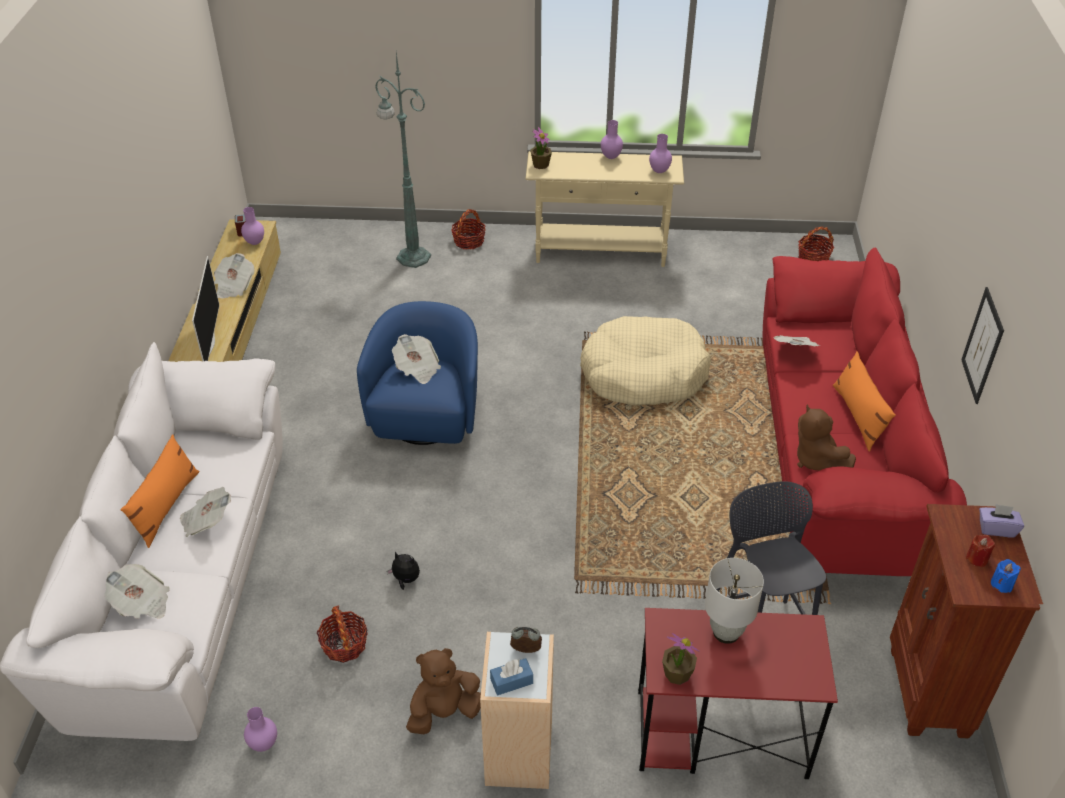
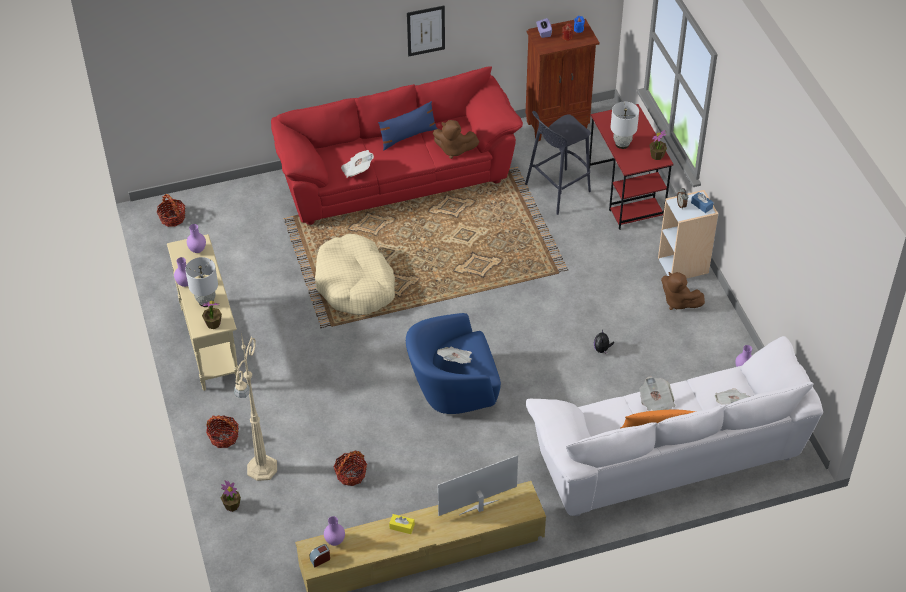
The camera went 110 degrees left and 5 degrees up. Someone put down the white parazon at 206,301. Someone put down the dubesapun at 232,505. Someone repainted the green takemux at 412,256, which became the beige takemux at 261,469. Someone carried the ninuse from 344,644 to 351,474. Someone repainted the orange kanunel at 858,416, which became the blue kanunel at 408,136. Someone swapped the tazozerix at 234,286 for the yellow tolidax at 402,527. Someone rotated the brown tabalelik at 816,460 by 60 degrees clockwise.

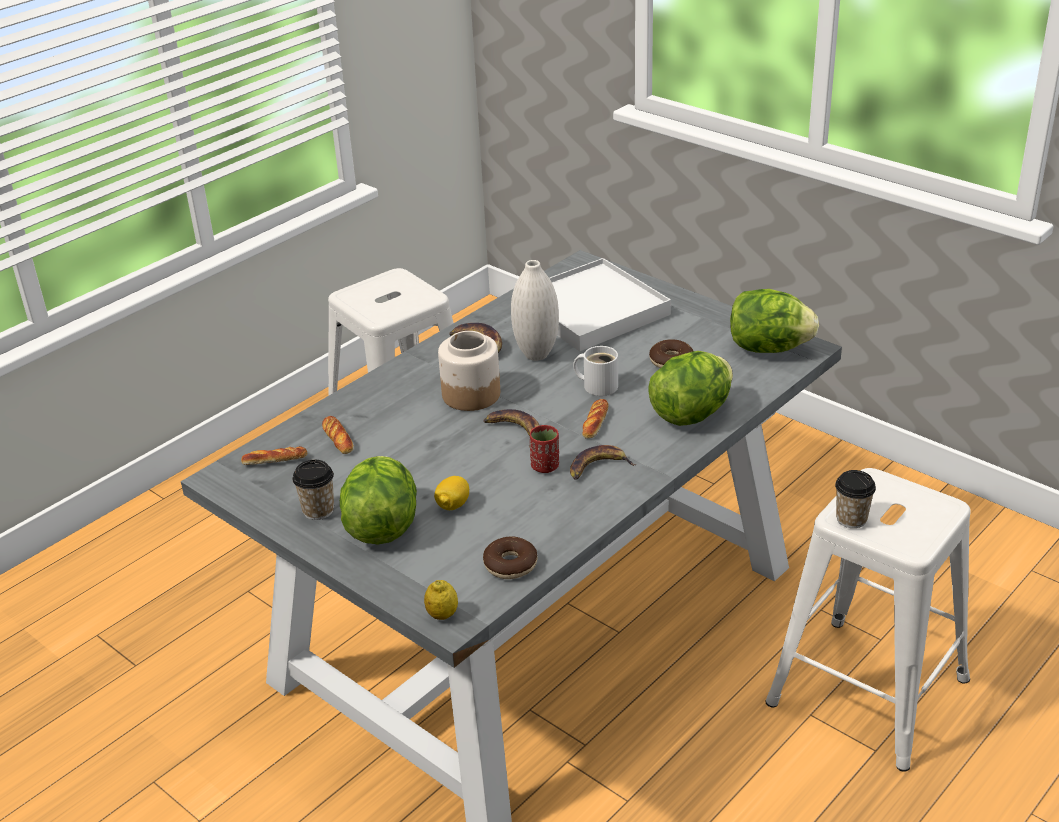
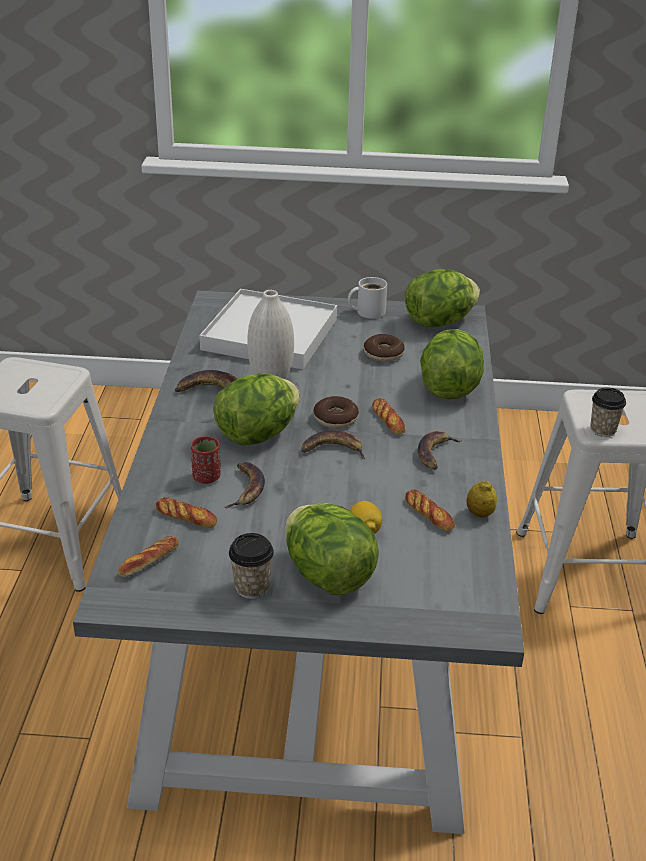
The camera went 40 degrees left and 0 degrees up. Someone carried the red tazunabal from 545,466 to 206,477. Someone swapped the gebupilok at 470,394 for the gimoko at 257,434. Someone put down the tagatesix at 245,488. Someone carried the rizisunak from 510,565 to 335,419. Someone carried the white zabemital from 598,385 to 368,311. Someone put down the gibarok at 429,514. Someone carried the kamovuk from 442,615 to 479,513.

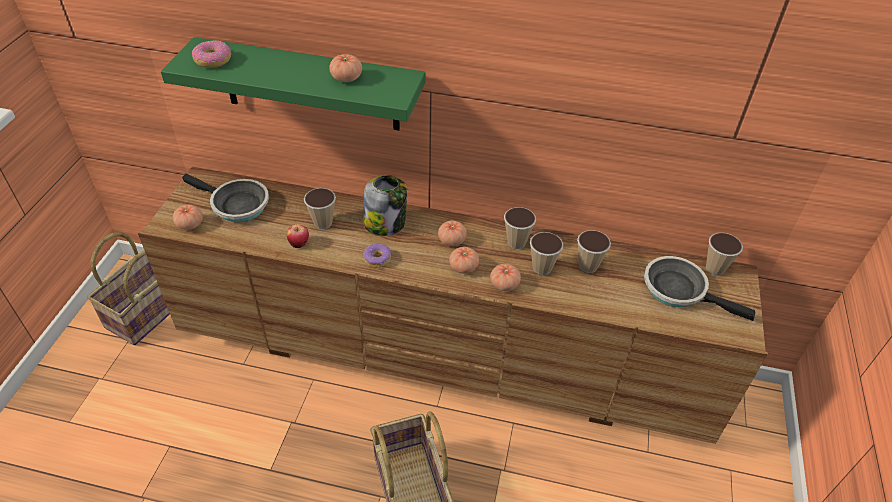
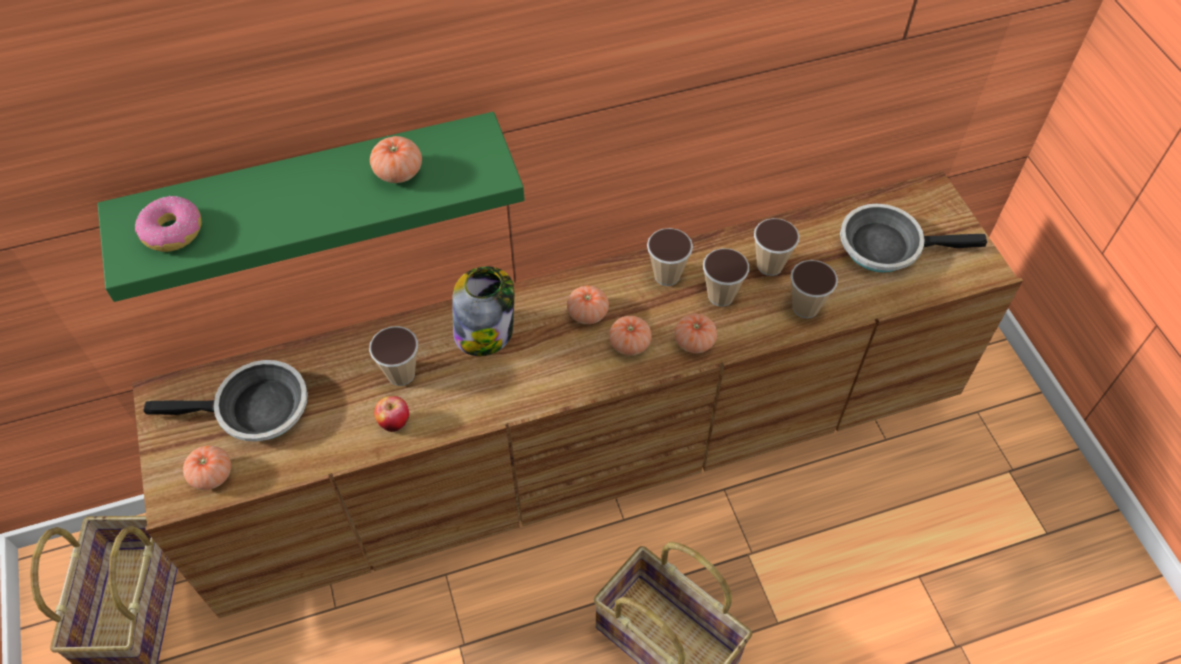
The camera went 30 degrees left and 10 degrees up. Someone carried the tazunabal from 715,268 to 805,307. Someone took away the rizisunak at 377,259.

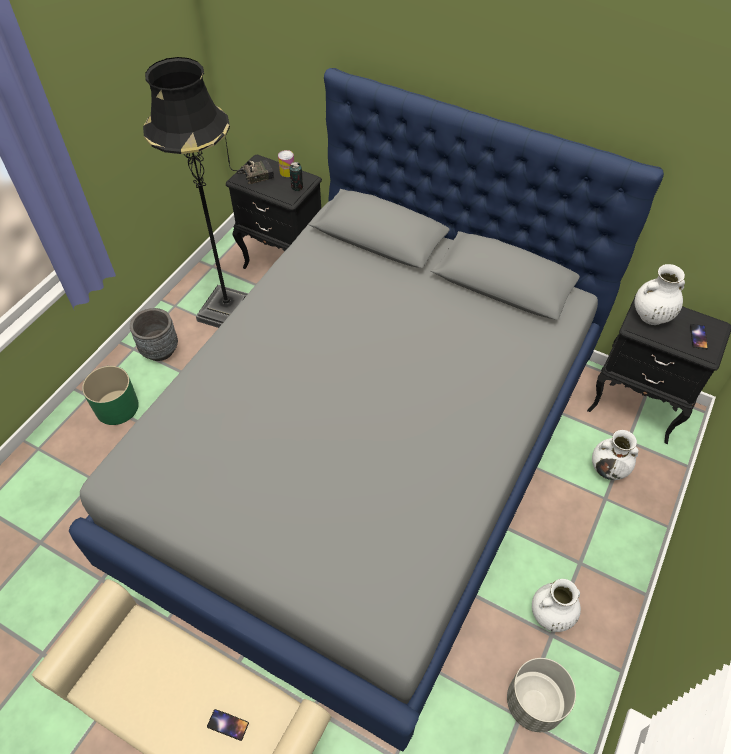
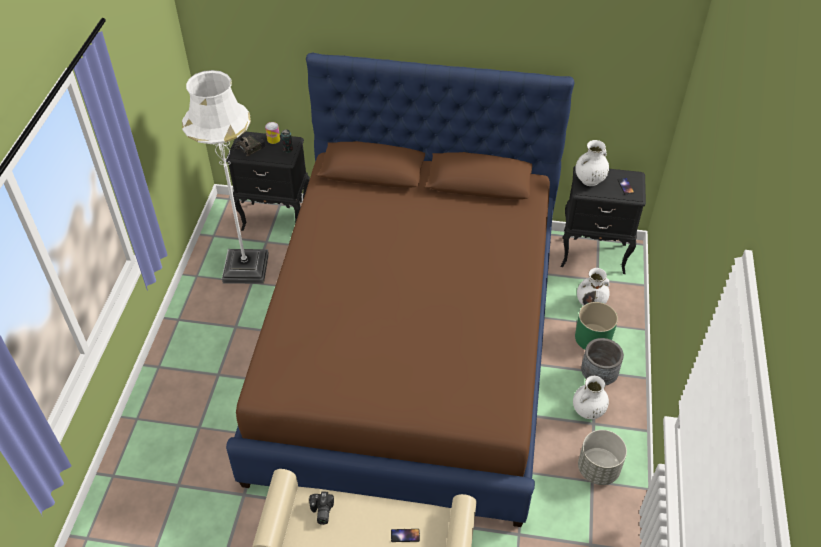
The camera went 20 degrees left and 5 degrees down. Someone repainted the black takemux at 228,311, which became the white takemux at 246,268. Someone repainted the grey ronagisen at 366,457, which became the brown ronagisen at 410,346. Someone put down the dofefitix at 321,512. Someone carried the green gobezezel from 117,407 to 592,338. Someone carried the grey gobezezel from 160,350 to 598,376.

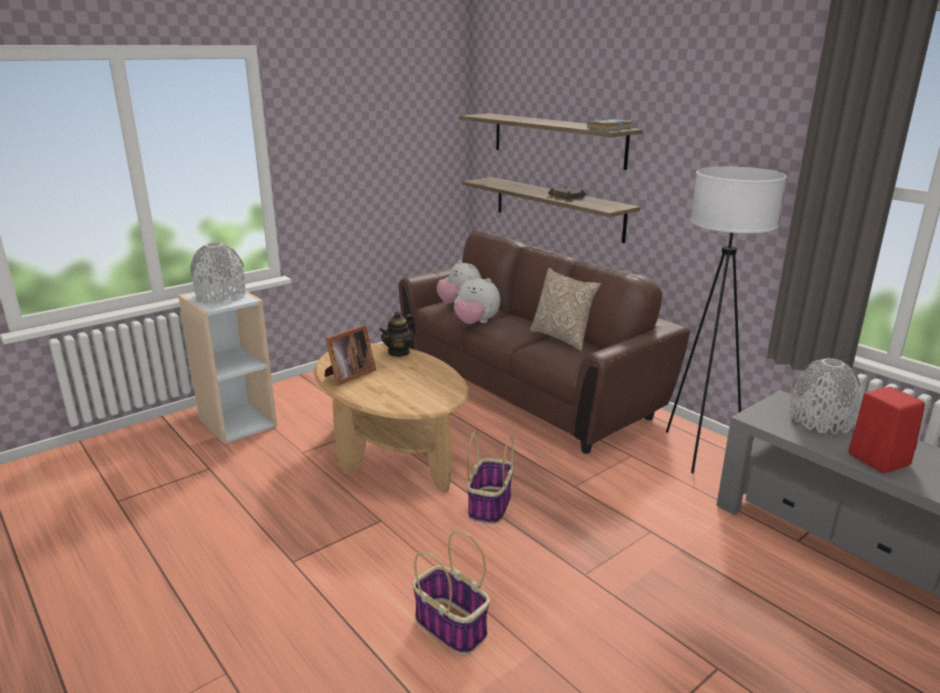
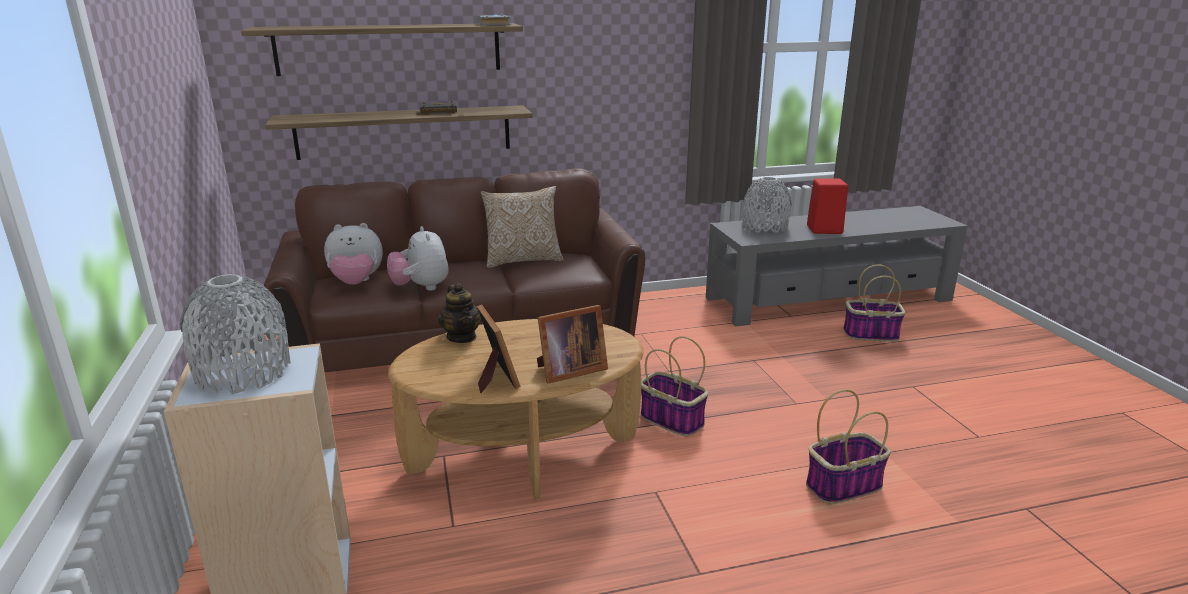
The camera went 65 degrees left and 0 degrees up. Someone rotated the tabalelik at 476,323 by 105 degrees clockwise. Someone put down the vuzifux at 568,371. Someone put down the ninuse at 870,334. Someone took away the white takemux at 699,450.

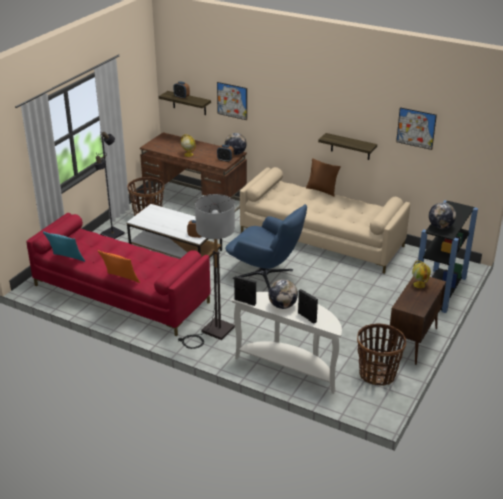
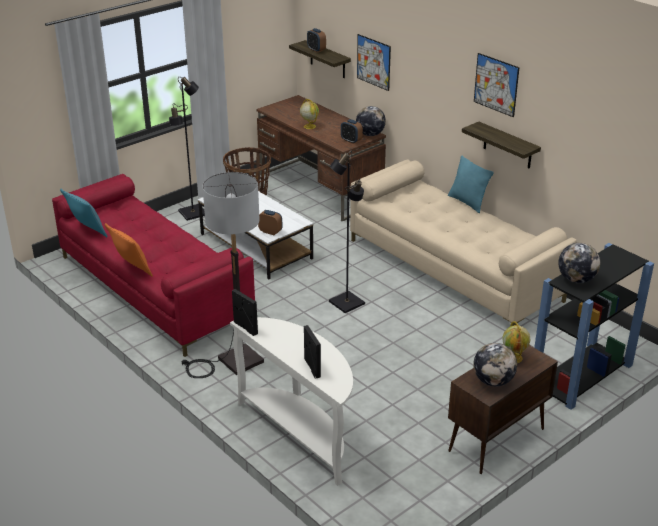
The camera went 20 degrees right and 0 degrees up. Someone swapped the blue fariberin at 265,275 for the black takemux at 347,303. Someone repainted the brown kanunel at 322,190, which became the turquoise kanunel at 467,202. Someone carried the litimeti from 282,305 to 493,381. Someone carried the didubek from 416,128 to 496,84. Someone took away the ninuse at 377,374.

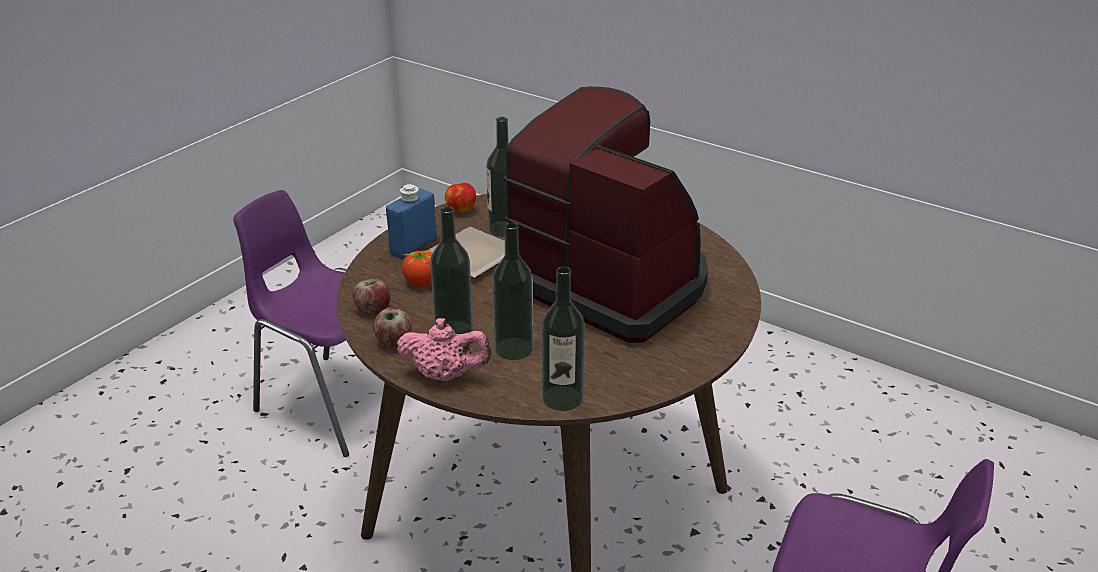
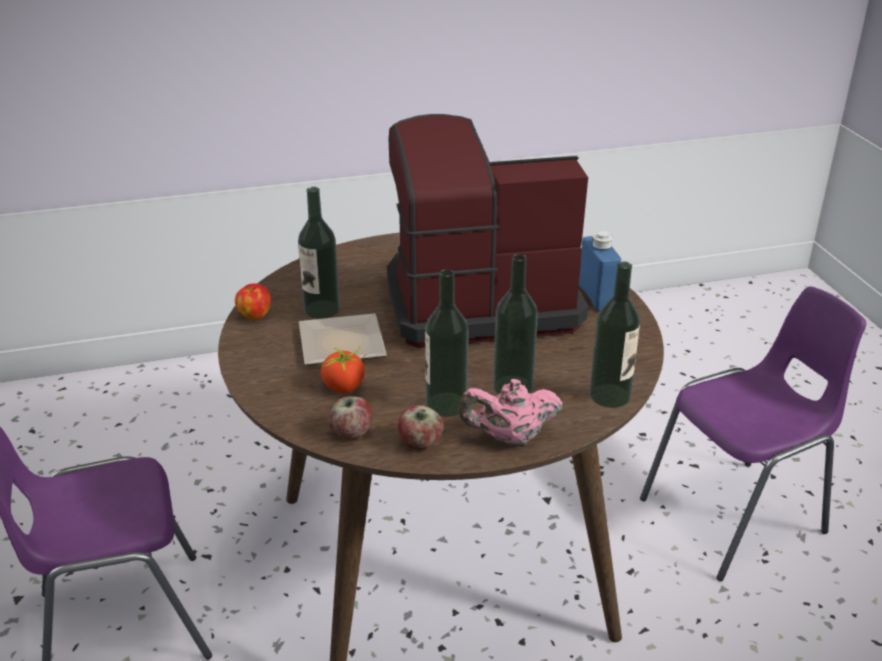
The camera went 50 degrees left and 0 degrees up. Someone rotated the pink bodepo at 446,375 by 150 degrees counterclockwise. Someone carried the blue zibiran from 413,247 to 596,297.

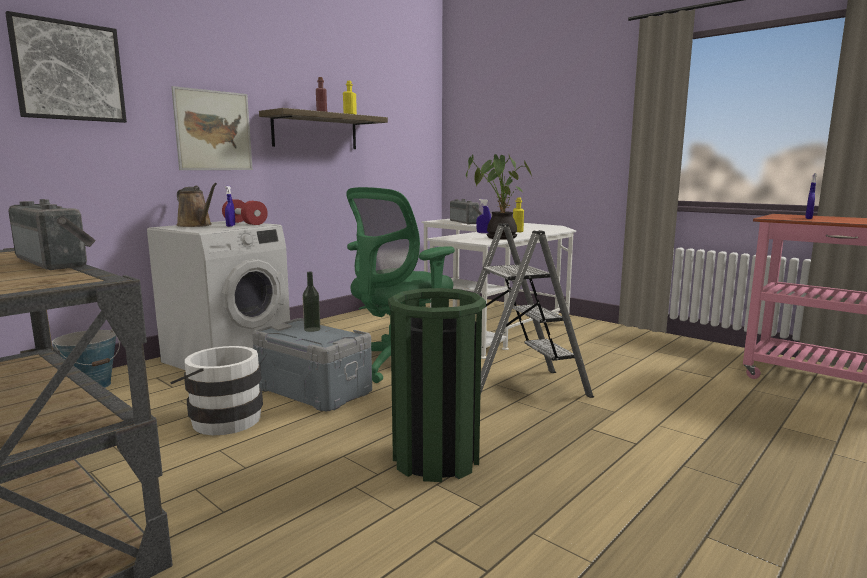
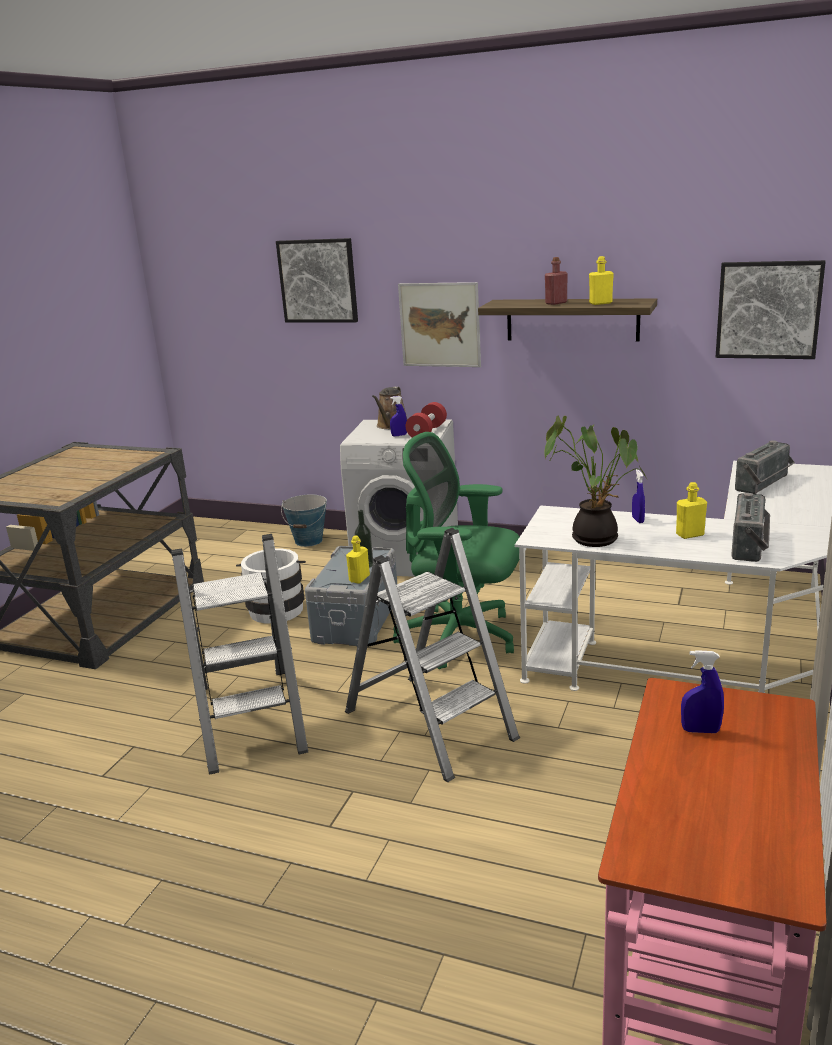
The camera went 70 degrees right and 10 degrees up. Someone swapped the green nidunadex at 436,458 for the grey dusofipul at 250,716. Someone put down the yellow zibiran at 359,579. Someone put up the didubek at 768,310. Someone carried the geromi from 58,261 to 752,546.

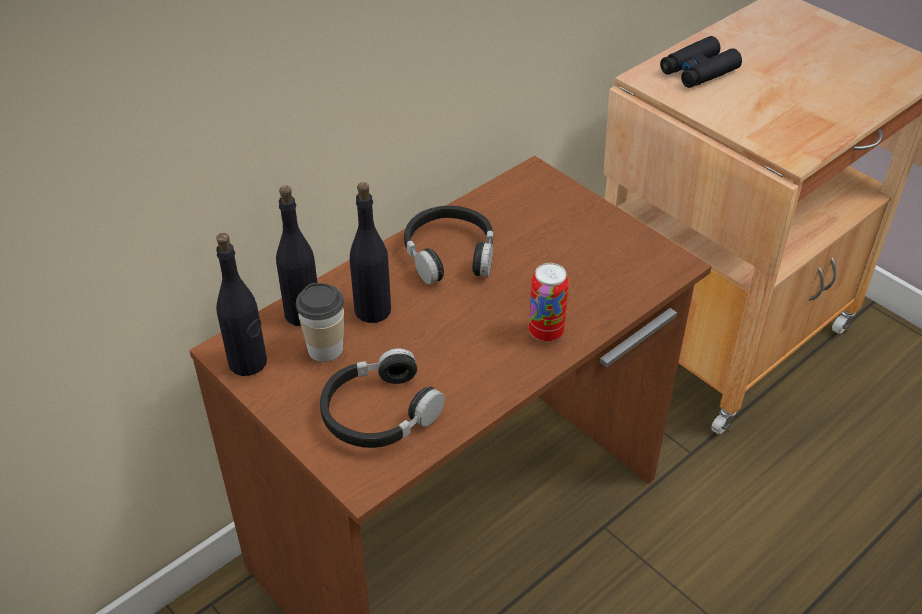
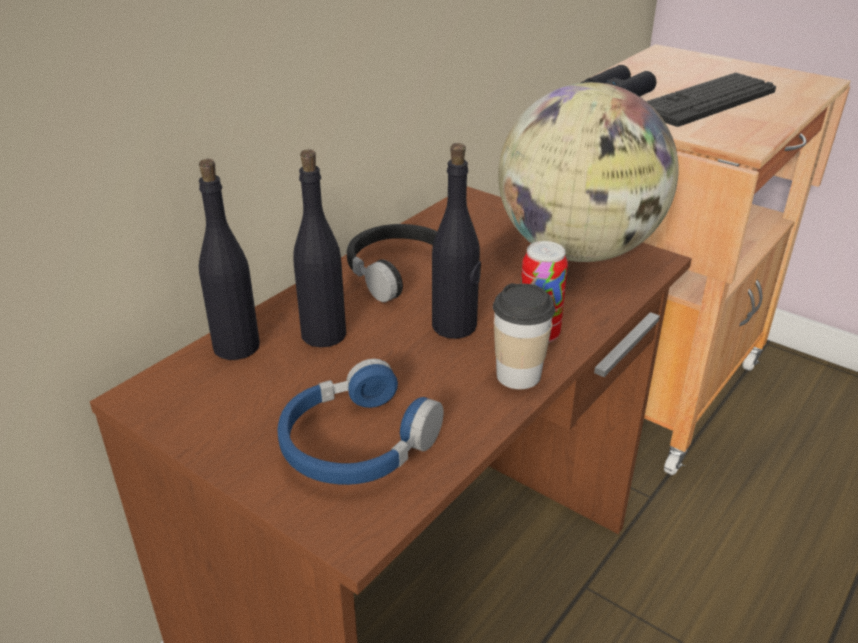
The camera went 10 degrees left and 10 degrees down. Someone repainted the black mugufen at 379,413, which became the blue mugufen at 357,443. Someone carried the black zibiran from 248,362 to 455,326. Someone carried the tazunabal from 325,349 to 518,375. Someone put down the litimeti at 578,251. Someone put down the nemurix at 707,101.

